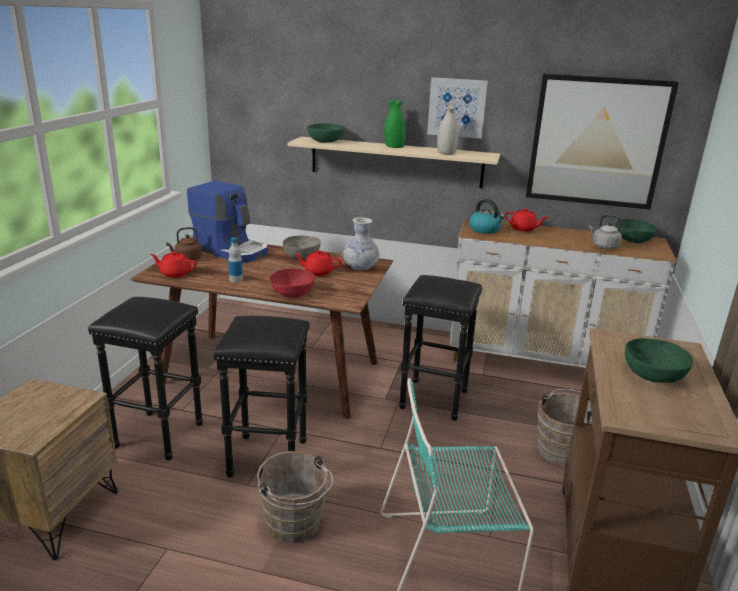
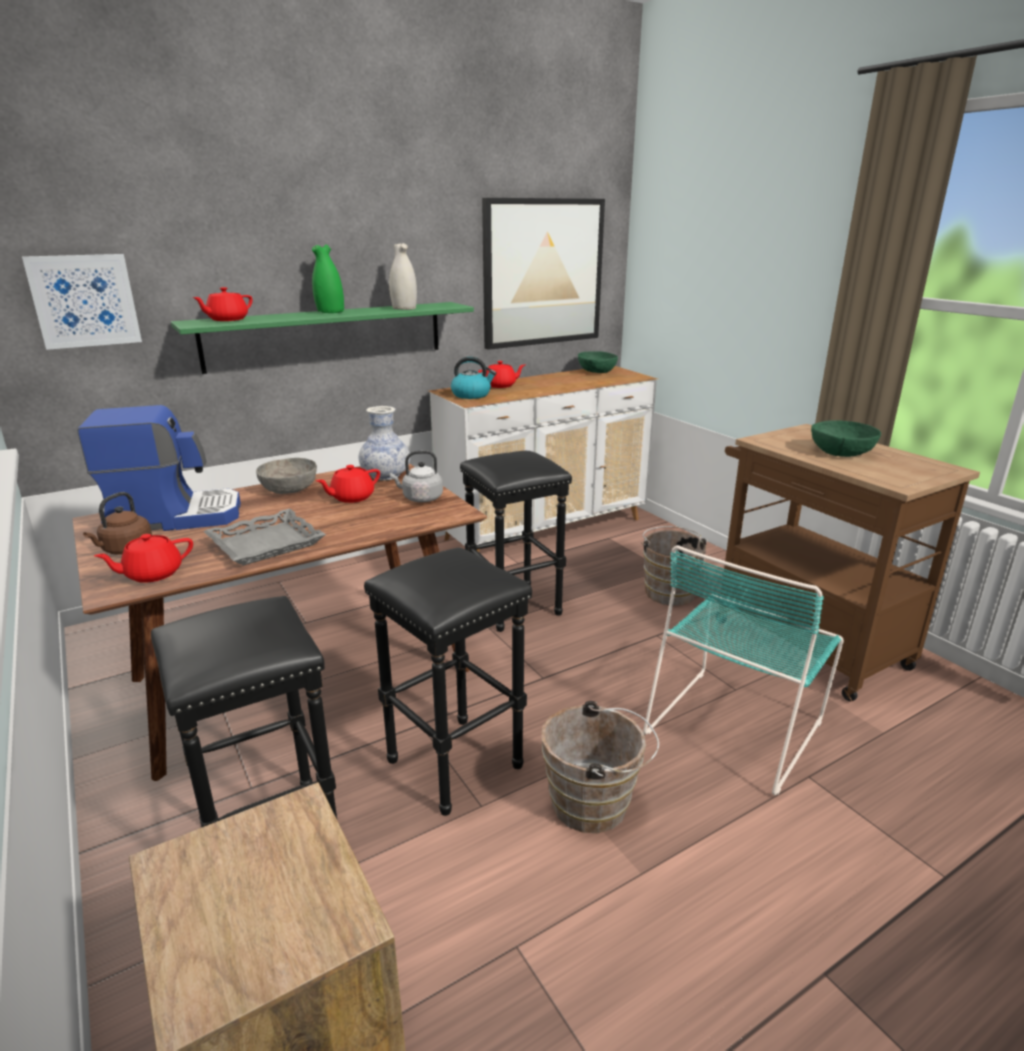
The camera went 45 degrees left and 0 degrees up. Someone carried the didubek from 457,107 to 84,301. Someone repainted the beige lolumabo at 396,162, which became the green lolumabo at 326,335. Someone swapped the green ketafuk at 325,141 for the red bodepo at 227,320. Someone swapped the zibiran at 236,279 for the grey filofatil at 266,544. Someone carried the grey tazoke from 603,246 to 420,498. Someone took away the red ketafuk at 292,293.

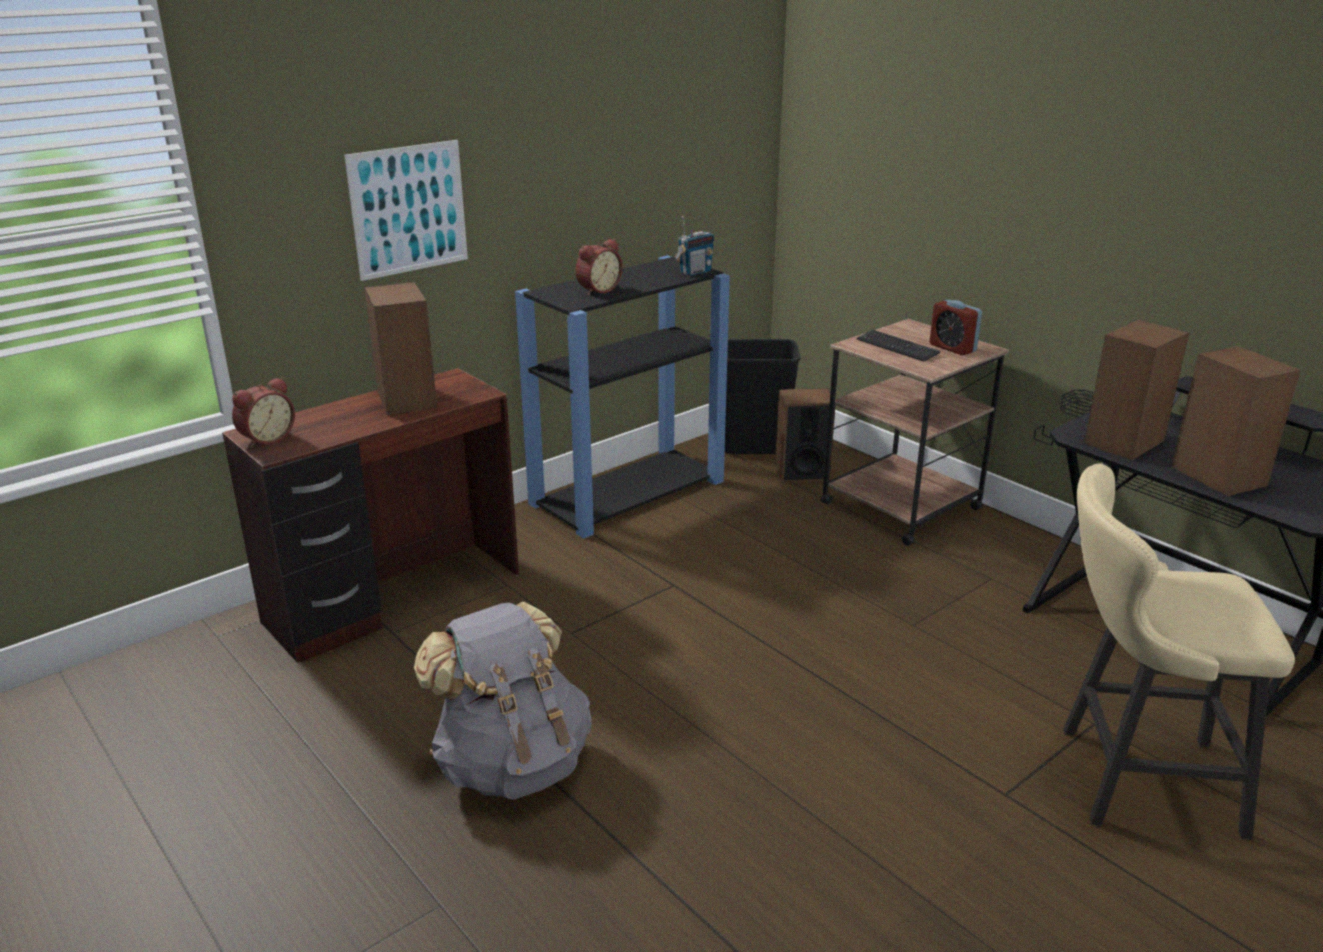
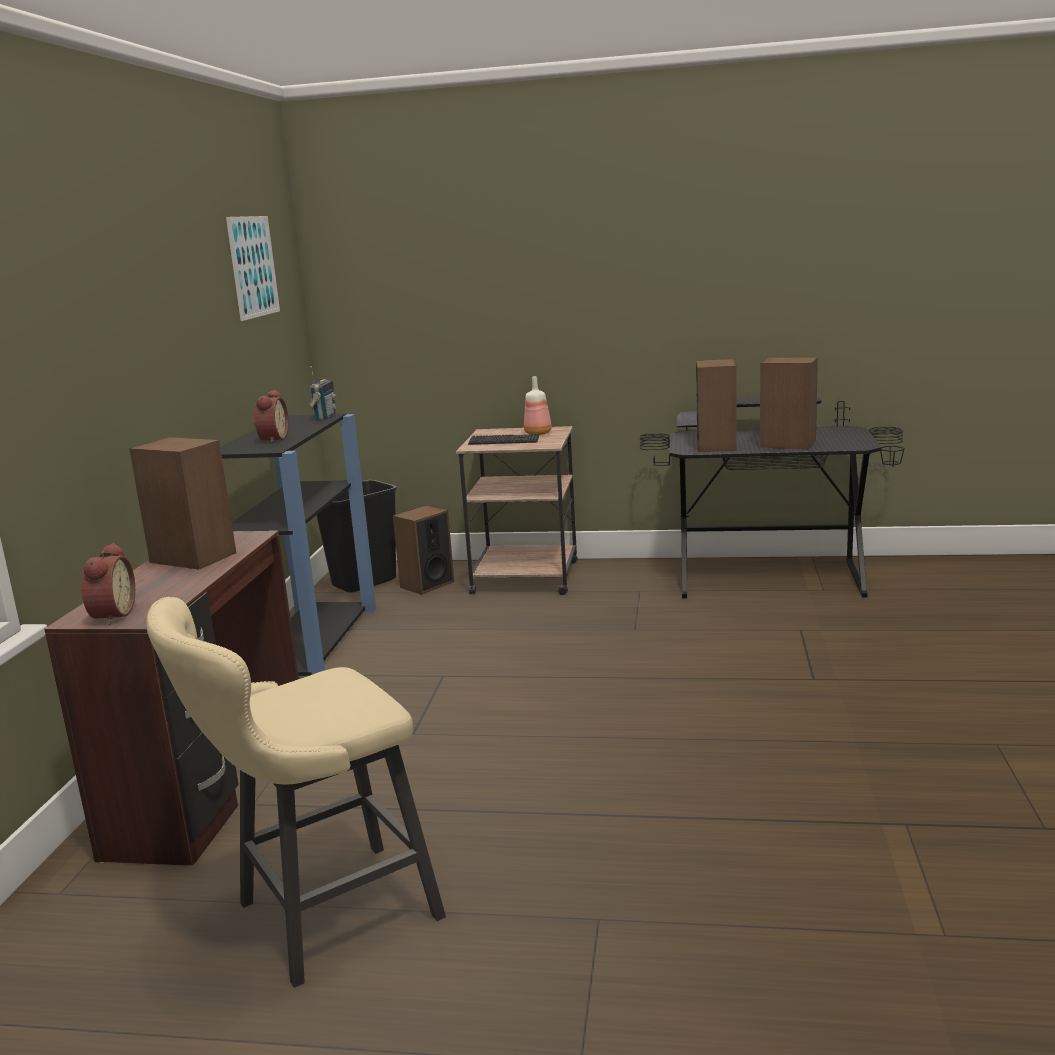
The camera went 40 degrees left and 10 degrees down. Someone carried the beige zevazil from 1126,778 to 316,920. Someone carried the didubek from 409,209 to 253,266. Someone swapped the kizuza at 952,348 for the zibiran at 538,433. Someone took away the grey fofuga at 512,763.

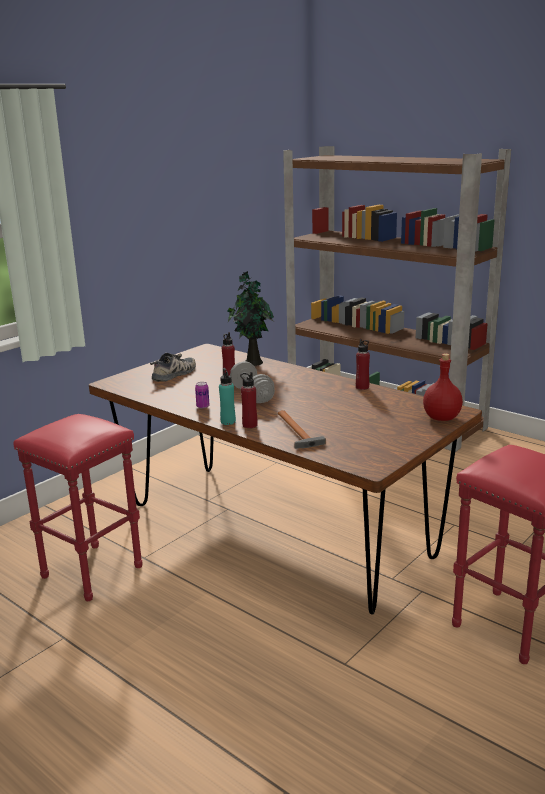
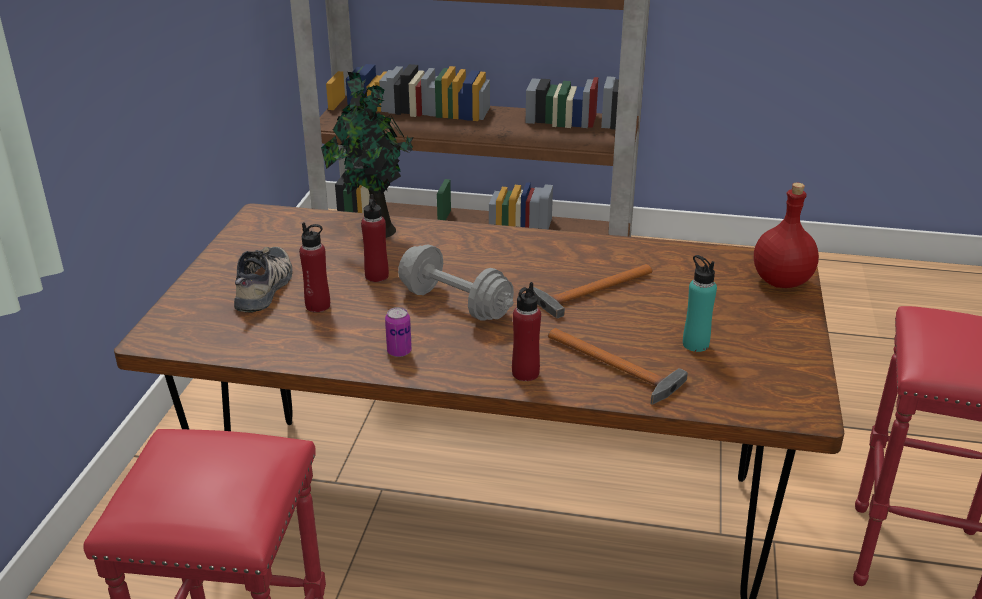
The camera went 30 degrees left and 10 degrees up. Someone carried the red zibiran from 362,387 to 318,306. Someone put down the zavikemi at 590,291. Someone carried the turquoise zibiran from 228,422 to 695,344.

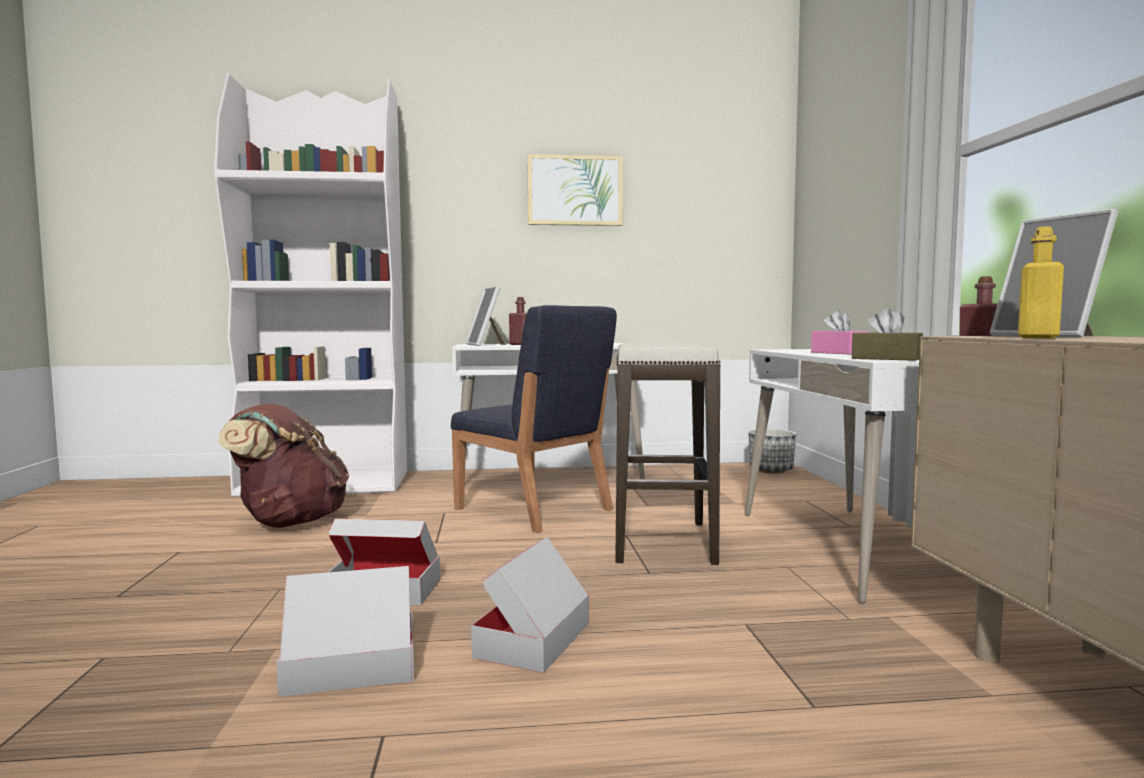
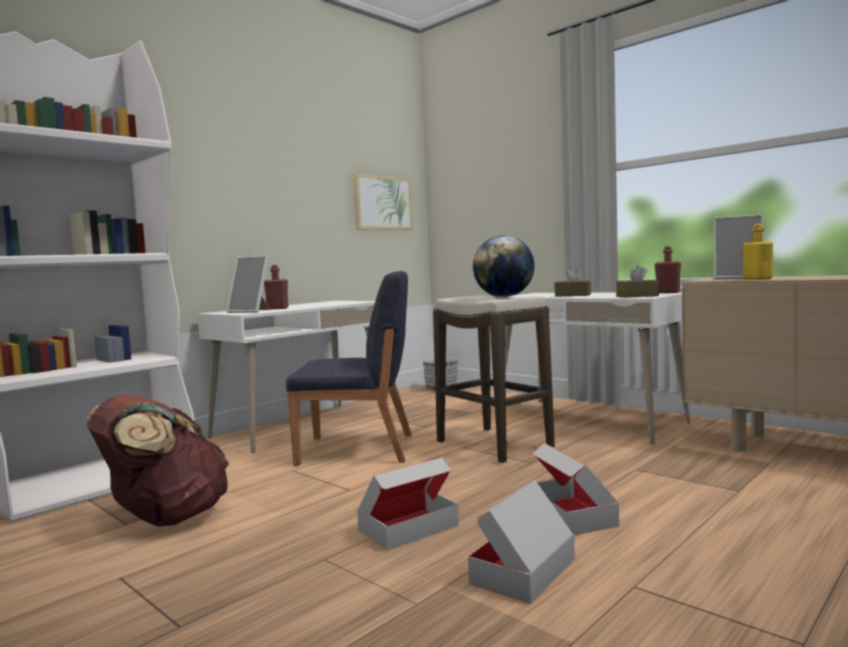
The camera went 40 degrees left and 0 degrees up. Someone carried the didubek from 574,191 to 382,203. Someone put down the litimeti at 504,297. Someone repainted the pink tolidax at 839,353, which became the brown tolidax at 572,295.

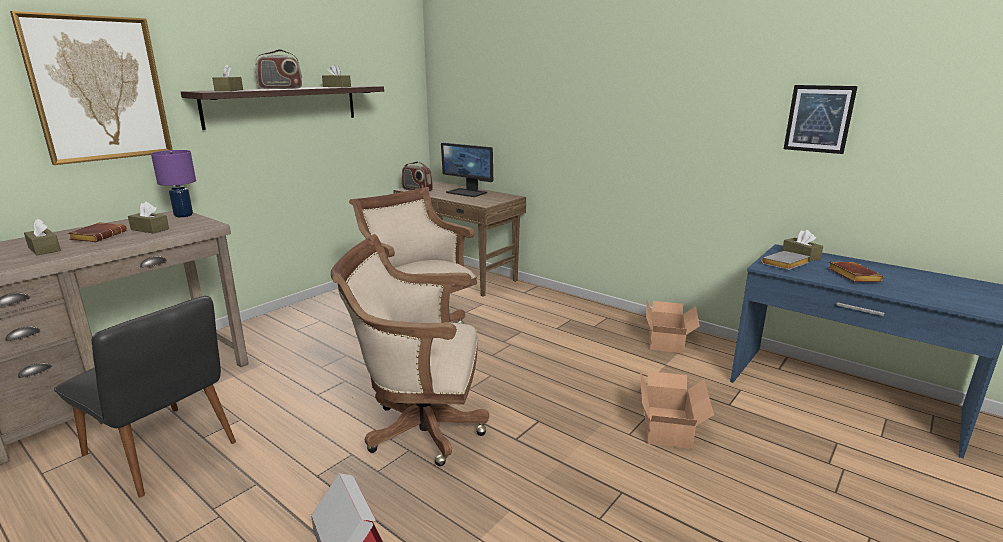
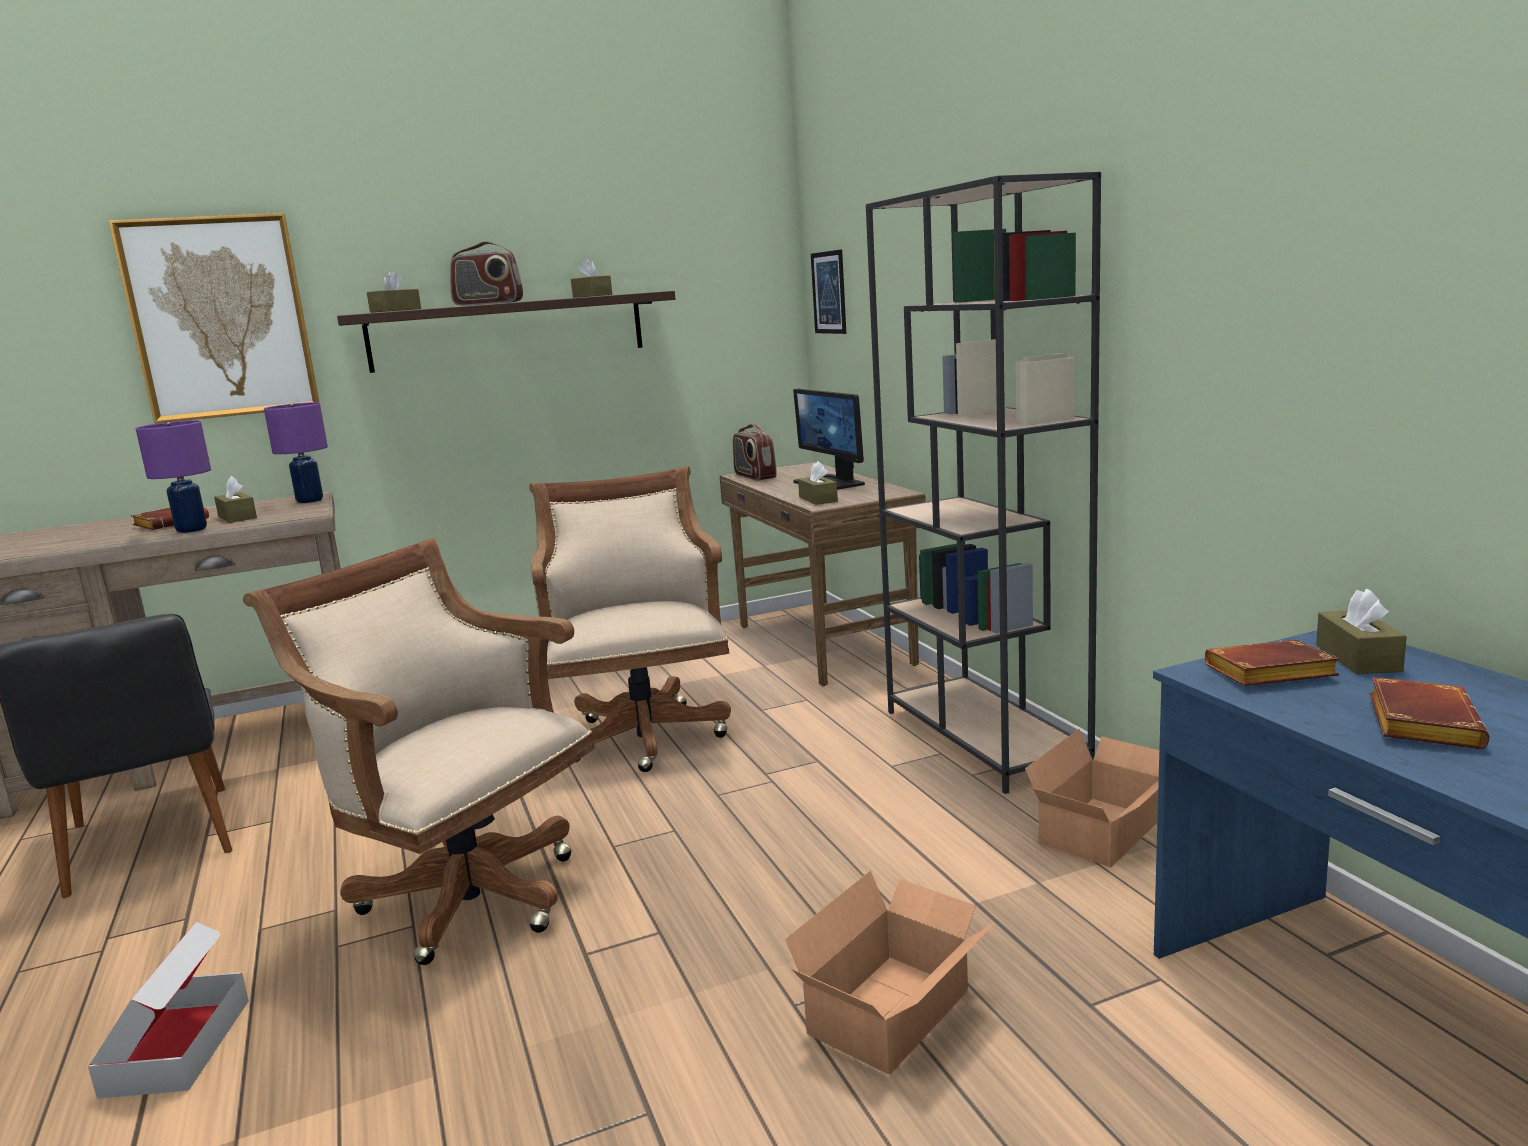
The camera went 30 degrees right and 5 degrees down. Someone put down the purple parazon at 191,530. Someone carried the brown tolidax from 44,249 to 818,499. Someone carried the didubek from 818,119 to 829,292. Someone put down the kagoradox at 985,738. Someone repainted the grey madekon at 785,265, which became the brown madekon at 1268,674.

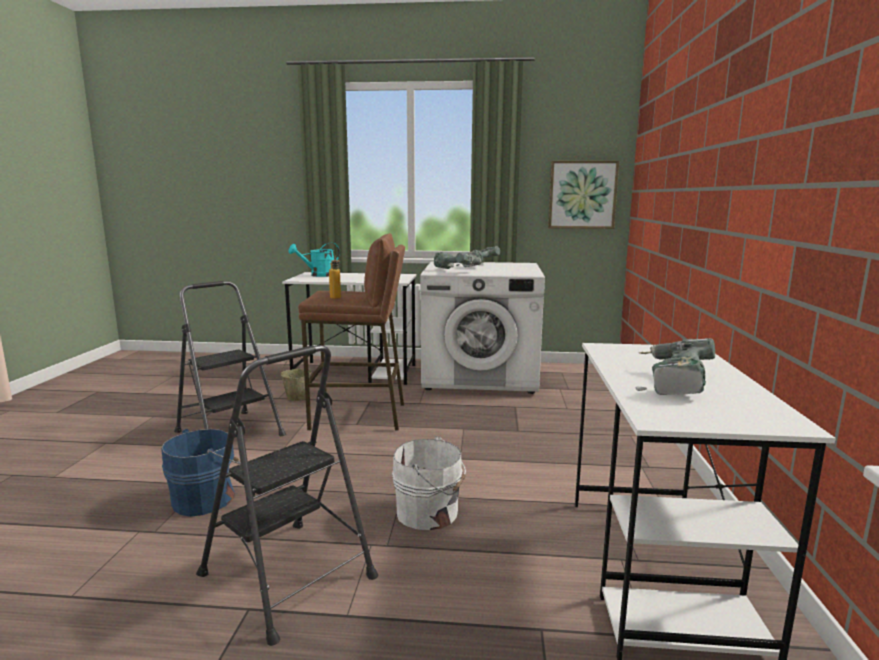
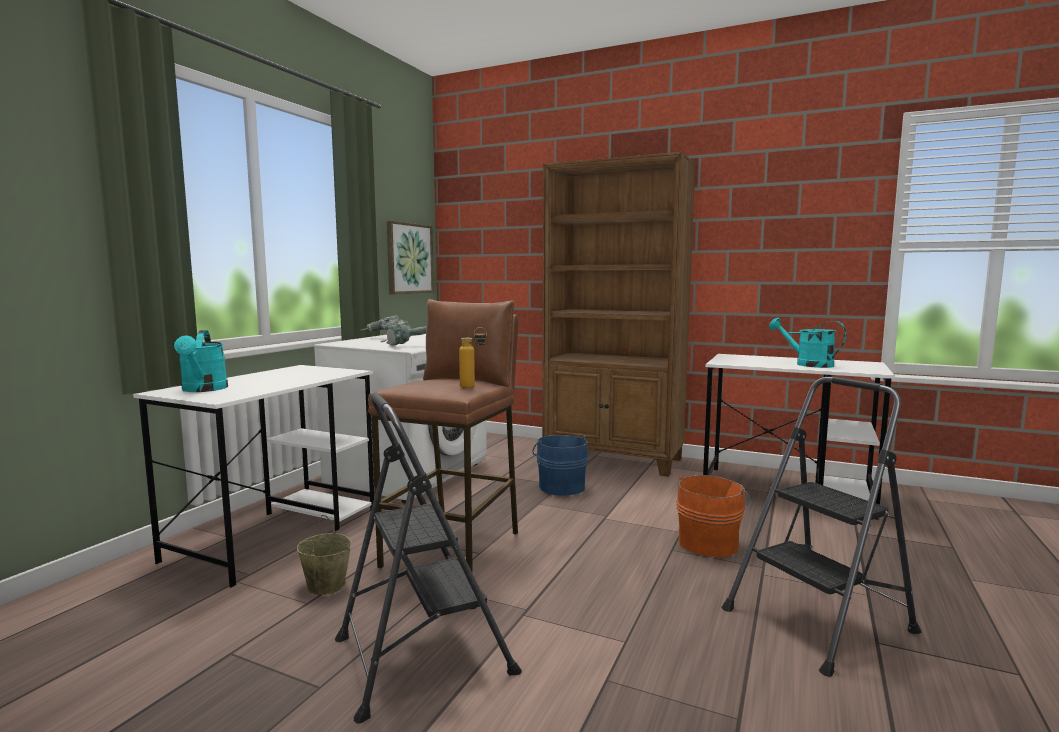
The camera went 70 degrees left and 5 degrees down. Someone carried the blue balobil from 206,498 to 561,486. Someone put down the brown kagoradox at 614,459. Someone repainted the white balobil at 430,513, which became the orange balobil at 709,543. Someone swapped the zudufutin at 671,383 for the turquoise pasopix at 807,364.

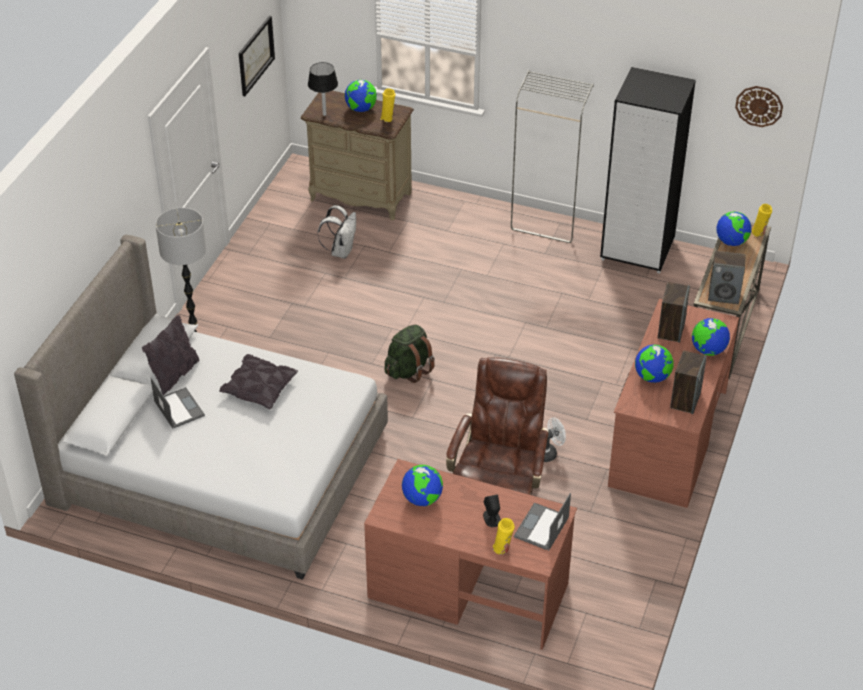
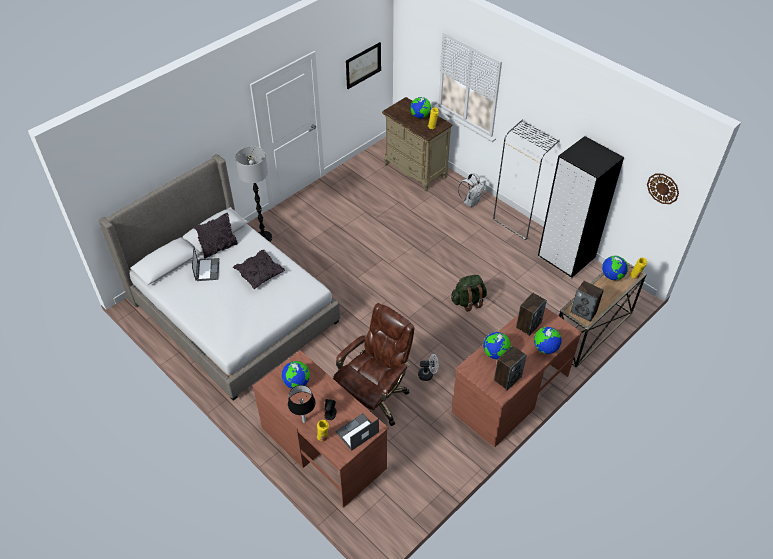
The camera went 25 degrees right and 5 degrees up. Someone carried the black parazon from 324,115 to 304,421. Someone carried the green fofuga from 409,370 to 468,301. Someone carried the white fofuga from 341,251 to 471,202.

